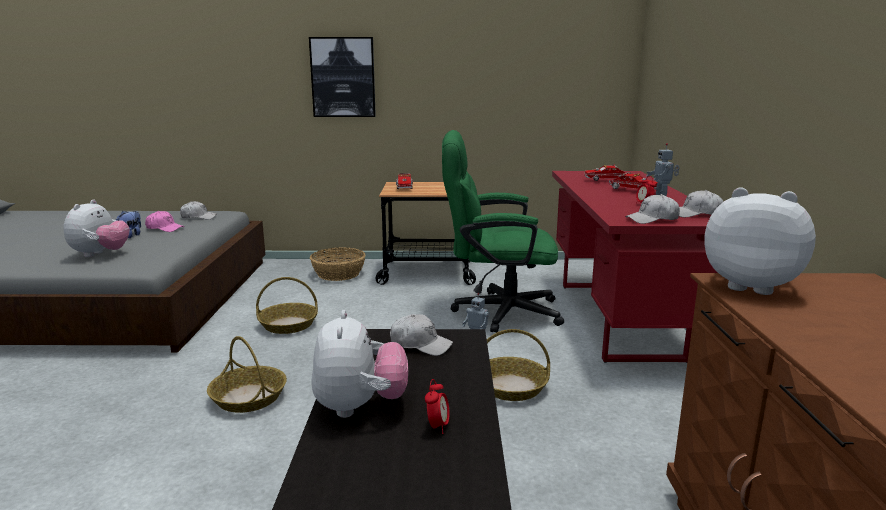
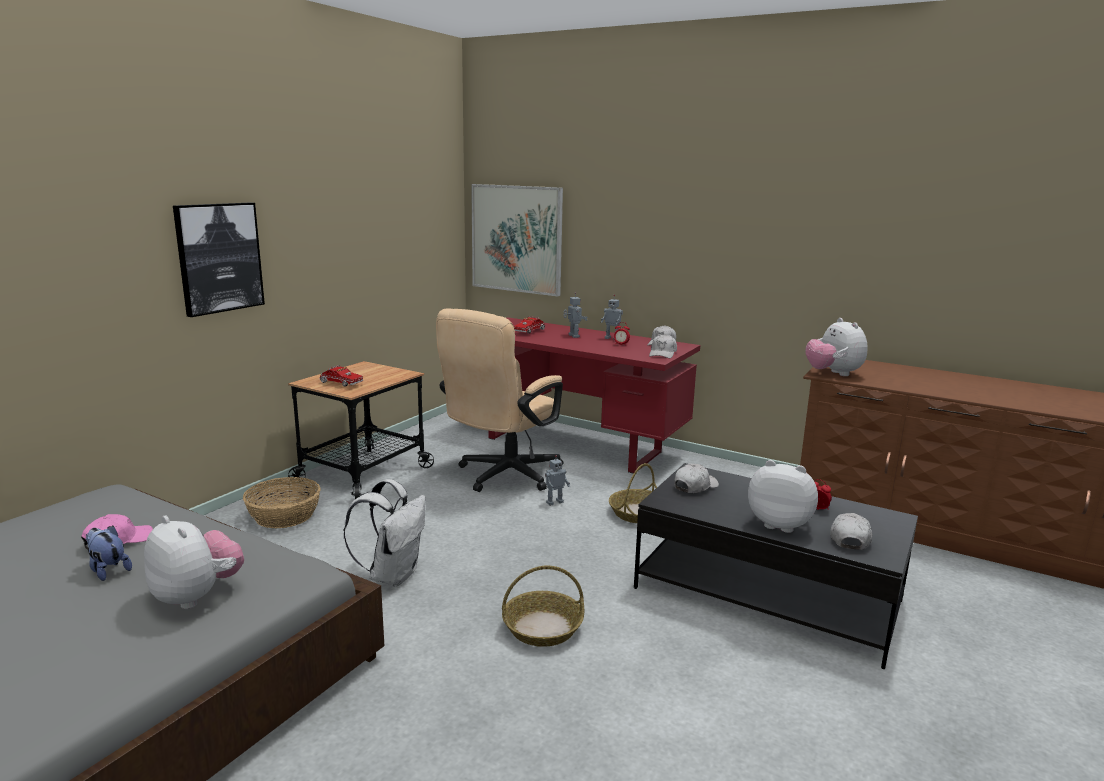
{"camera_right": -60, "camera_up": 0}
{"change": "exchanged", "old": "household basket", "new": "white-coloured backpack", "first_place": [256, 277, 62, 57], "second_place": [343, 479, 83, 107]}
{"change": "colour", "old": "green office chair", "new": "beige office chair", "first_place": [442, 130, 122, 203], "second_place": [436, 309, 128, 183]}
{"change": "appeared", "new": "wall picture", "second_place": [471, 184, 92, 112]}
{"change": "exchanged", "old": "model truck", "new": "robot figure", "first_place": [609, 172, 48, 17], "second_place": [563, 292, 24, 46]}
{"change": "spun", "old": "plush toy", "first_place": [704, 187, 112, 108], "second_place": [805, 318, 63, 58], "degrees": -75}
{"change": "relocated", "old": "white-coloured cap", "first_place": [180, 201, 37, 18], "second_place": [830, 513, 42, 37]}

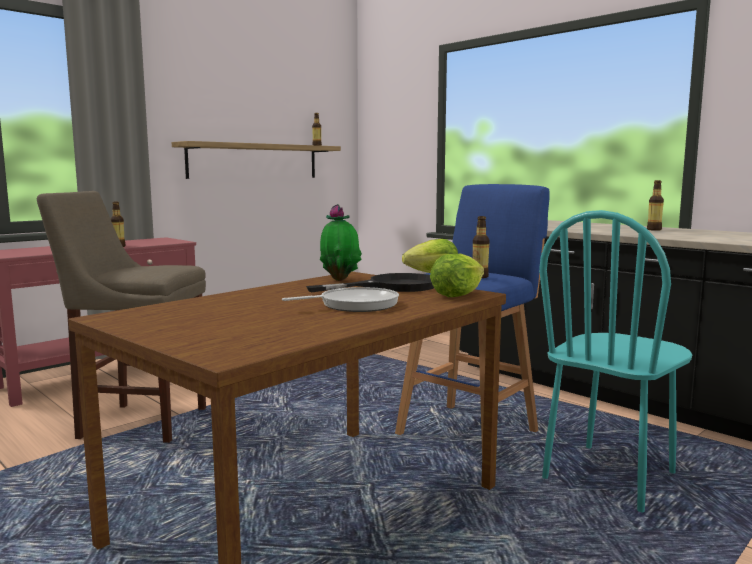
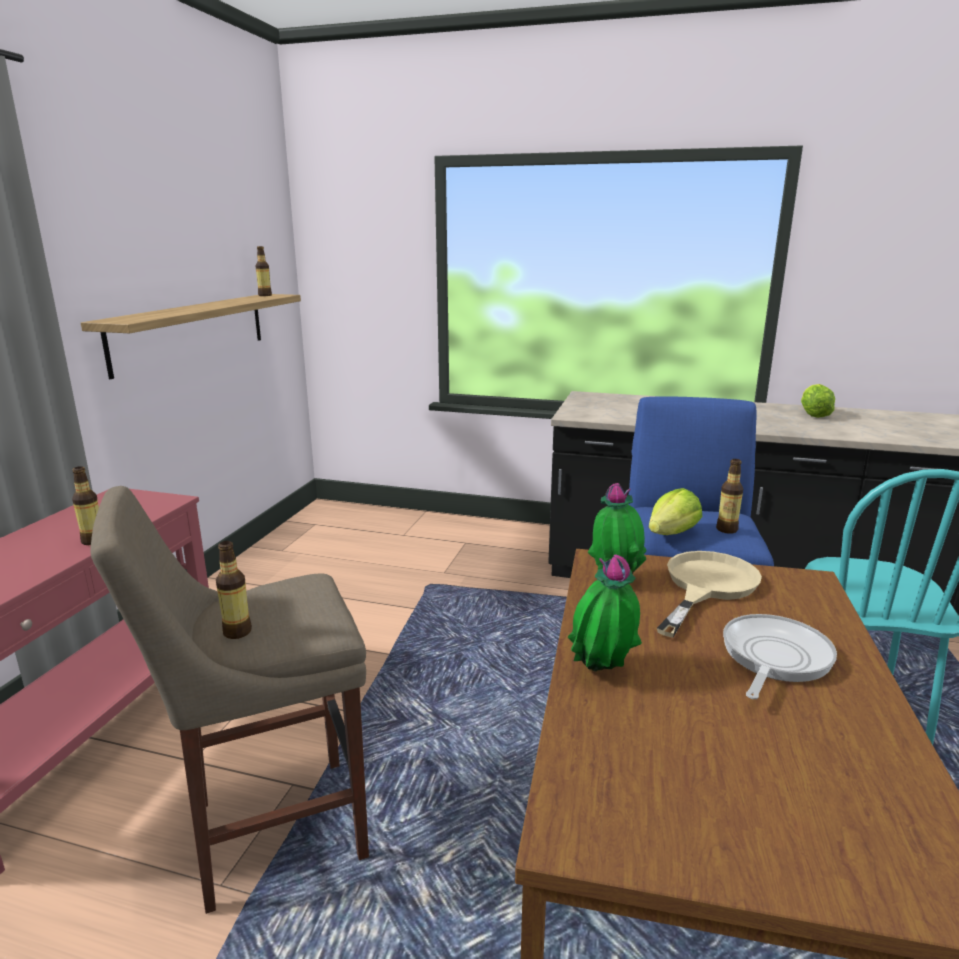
{"camera_right": -30, "camera_up": 10}
{"change": "relocated", "old": "beverage bottle", "first_place": [647, 180, 17, 51], "second_place": [216, 541, 36, 98]}
{"change": "appeared", "new": "houseplant", "second_place": [568, 555, 74, 116]}
{"change": "colour", "old": "black pan", "new": "beige pan", "first_place": [306, 273, 128, 19], "second_place": [657, 551, 105, 87]}
{"change": "relocated", "old": "lettuce", "first_place": [430, 254, 54, 43], "second_place": [801, 384, 34, 34]}

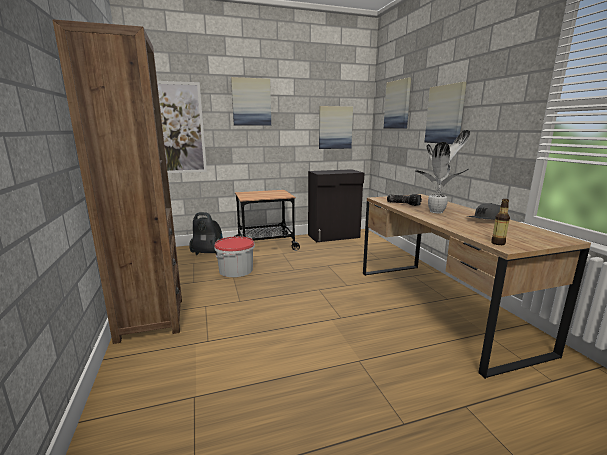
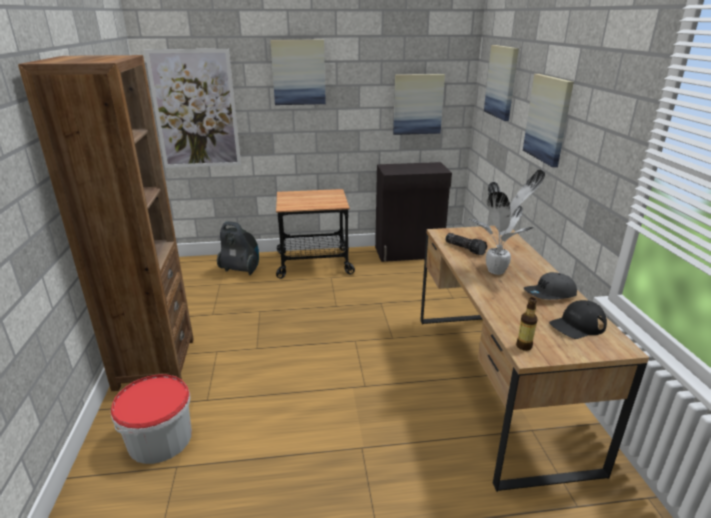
{"camera_right": 10, "camera_up": 10}
{"change": "relocated", "old": "pail", "first_place": [214, 236, 41, 41], "second_place": [111, 374, 81, 90]}
{"change": "appeared", "new": "black cap", "second_place": [549, 300, 58, 39]}

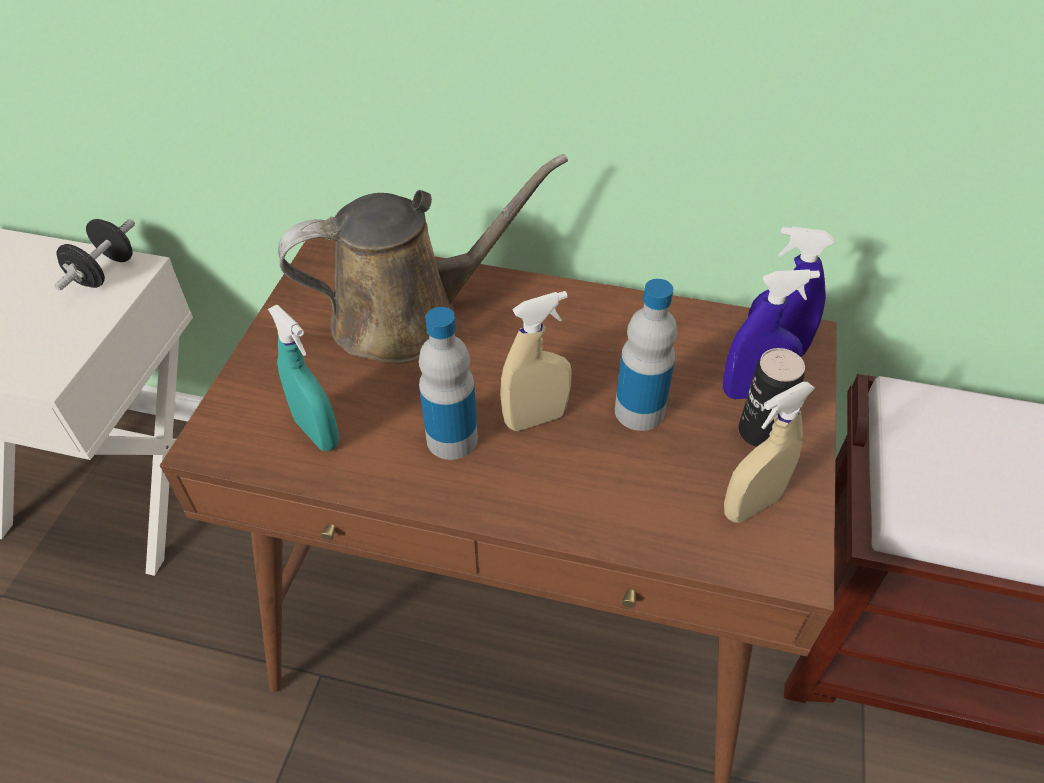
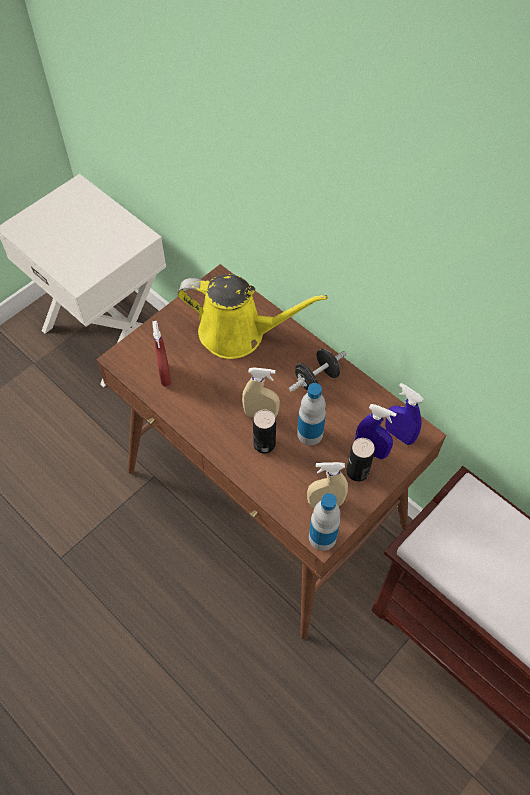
{"camera_right": 30, "camera_up": 10}
{"change": "colour", "old": "turquoise-coloured hand sprayer", "new": "red hand sprayer", "first_place": [268, 305, 71, 146], "second_place": [152, 321, 19, 66]}
{"change": "colour", "old": "brown-coloured watering can", "new": "yellow watering can", "first_place": [278, 154, 290, 210], "second_place": [178, 274, 150, 85]}
{"change": "appeared", "new": "sealed can", "second_place": [253, 409, 23, 45]}
{"change": "relocated", "old": "black hand weight", "first_place": [54, 219, 81, 72], "second_place": [289, 349, 58, 43]}
{"change": "relocated", "old": "beverage bottle", "first_place": [419, 307, 59, 153], "second_place": [309, 493, 31, 58]}

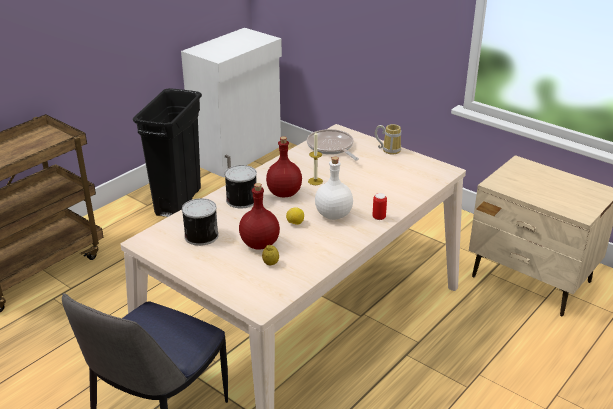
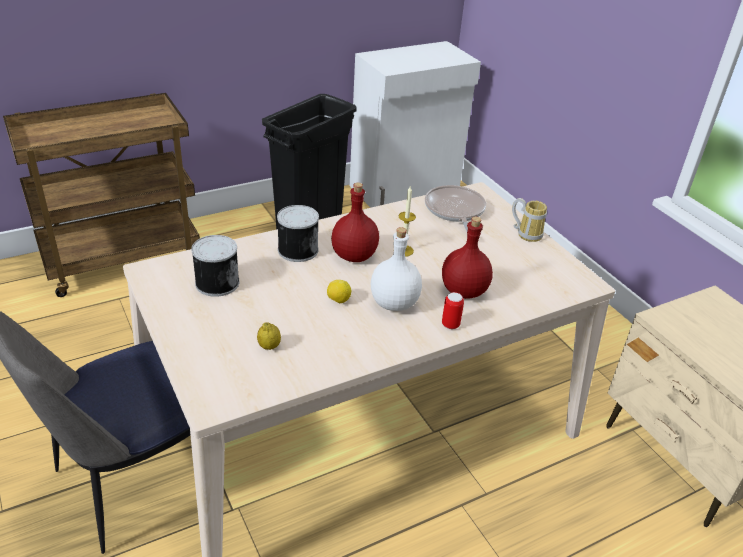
{"camera_right": 20, "camera_up": 5}
{"change": "relocated", "old": "red beverage bottle", "first_place": [239, 183, 41, 67], "second_place": [442, 217, 51, 82]}

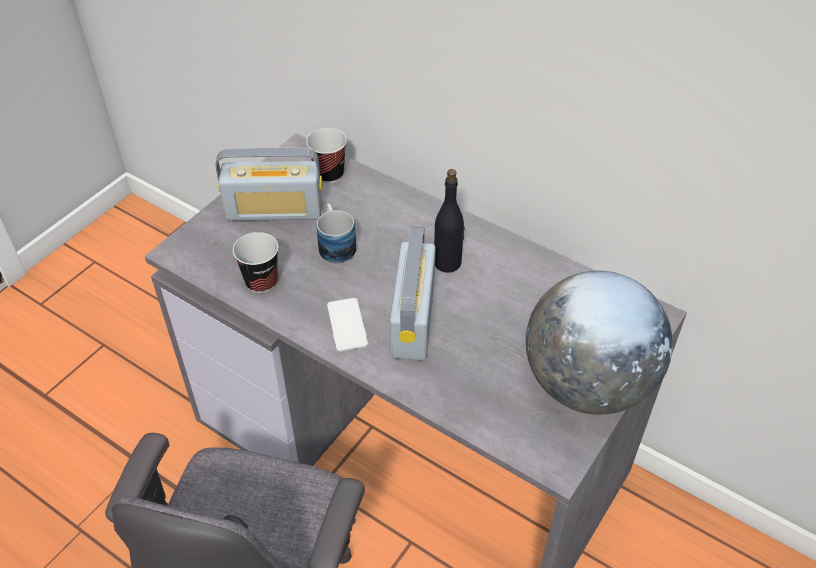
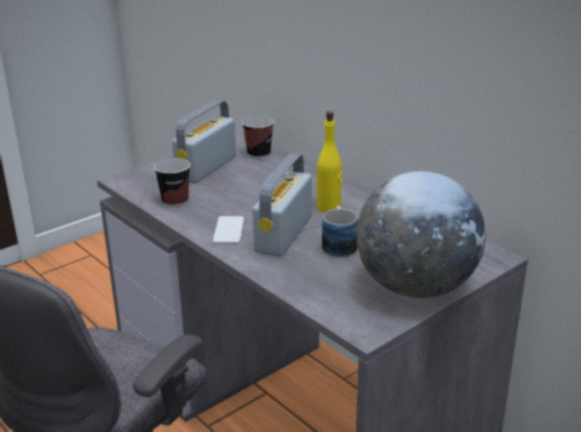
{"camera_right": 15, "camera_up": -20}
{"change": "spun", "old": "radio receiver", "first_place": [216, 147, 106, 74], "second_place": [172, 100, 64, 83], "degrees": 105}
{"change": "colour", "old": "black beverage bottle", "new": "yellow beverage bottle", "first_place": [434, 169, 31, 104], "second_place": [317, 111, 25, 102]}
{"change": "relocated", "old": "tea mug", "first_place": [317, 203, 39, 60], "second_place": [322, 205, 36, 52]}

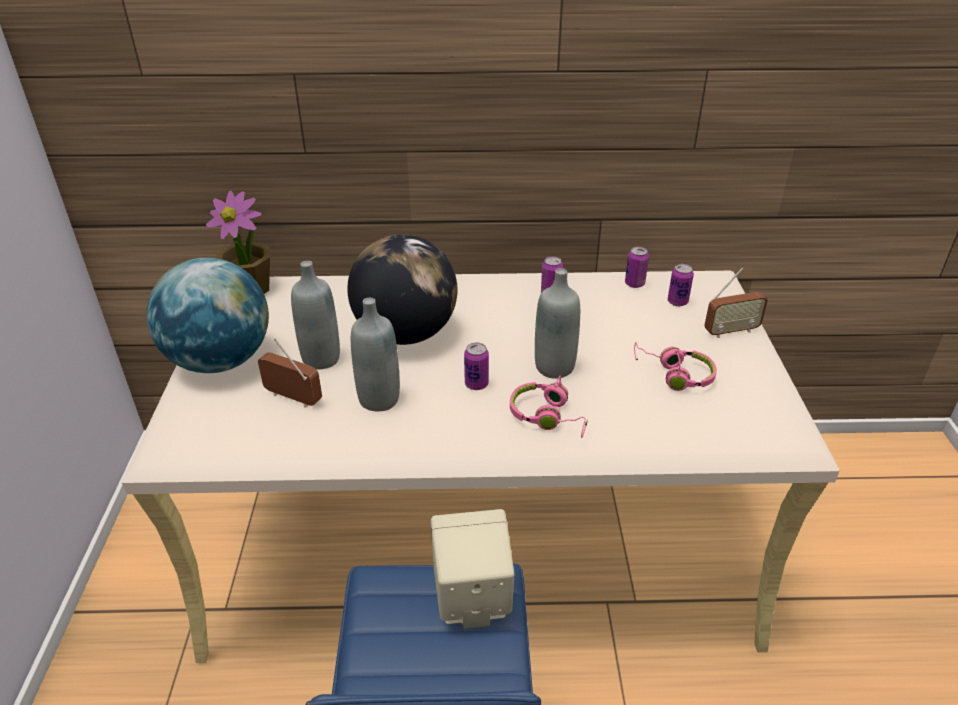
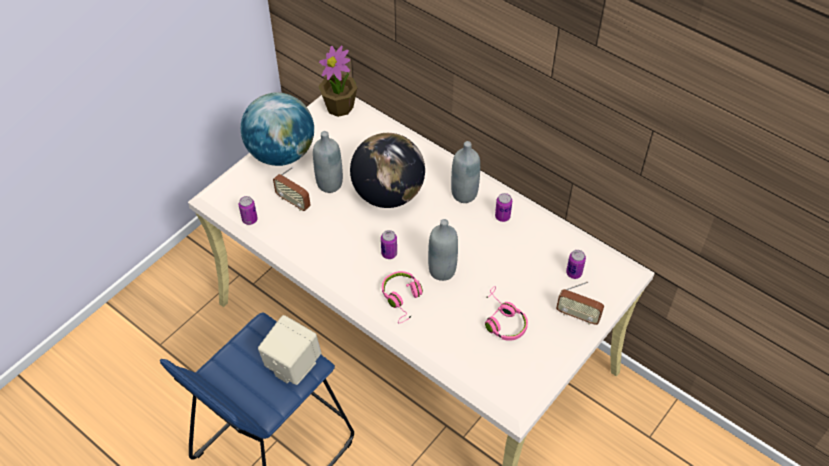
{"camera_right": 40, "camera_up": 15}
{"change": "relocated", "old": "sealed can", "first_place": [625, 247, 24, 41], "second_place": [239, 196, 18, 29]}
{"change": "spun", "old": "radio receiver", "first_place": [258, 338, 64, 69], "second_place": [273, 167, 38, 44], "degrees": 150}
{"change": "relocated", "old": "gray beverage bottle", "first_place": [351, 298, 49, 113], "second_place": [451, 141, 29, 62]}

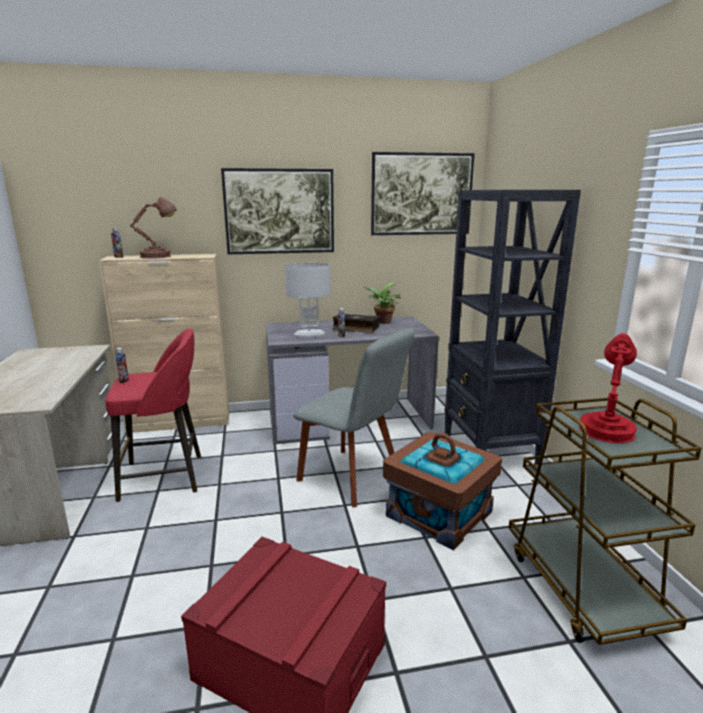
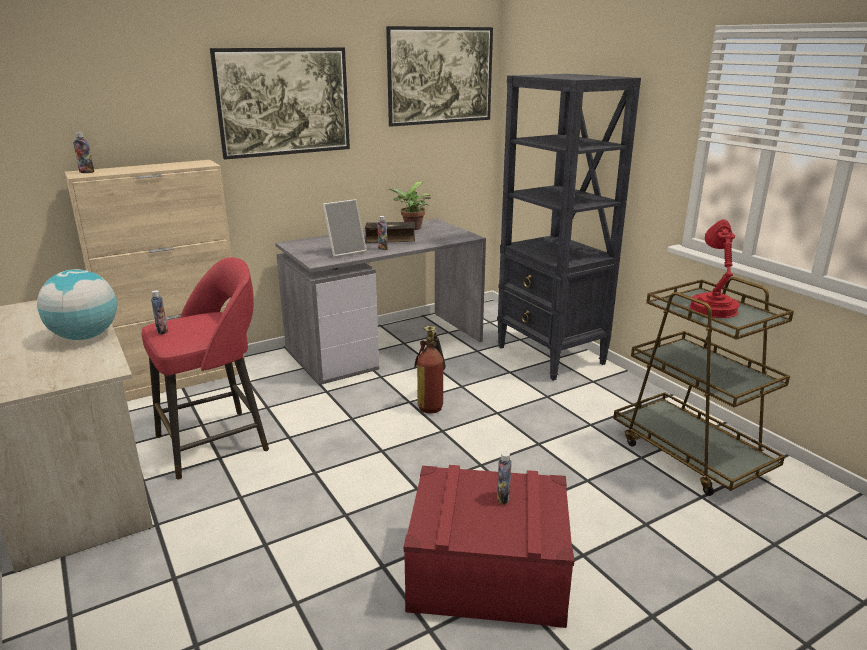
{"camera_right": -20, "camera_up": 5}
{"change": "appeared", "new": "globe", "second_place": [37, 269, 80, 71]}
{"change": "exchanged", "old": "white-coloured lamp for a table", "new": "standing frame", "first_place": [285, 263, 45, 75], "second_place": [323, 199, 44, 58]}
{"change": "exchanged", "old": "gray plain chair", "new": "fire extinguisher", "first_place": [293, 328, 122, 180], "second_place": [414, 326, 32, 88]}
{"change": "appeared", "new": "beverage bottle", "second_place": [497, 452, 15, 52]}
{"change": "missing", "old": "brown-coloured lamp for a table", "first_place": [130, 197, 47, 62]}
{"change": "missing", "old": "brown-coloured storage bin", "first_place": [383, 432, 119, 118]}

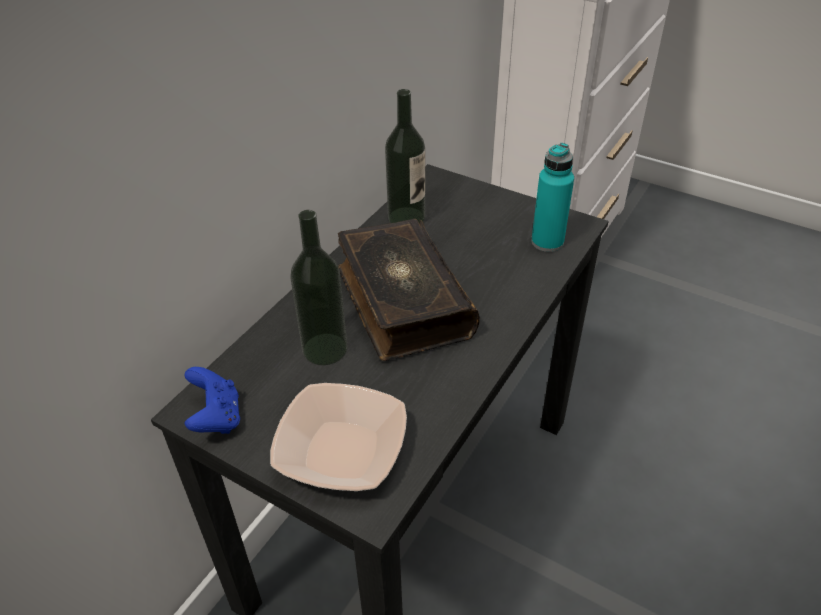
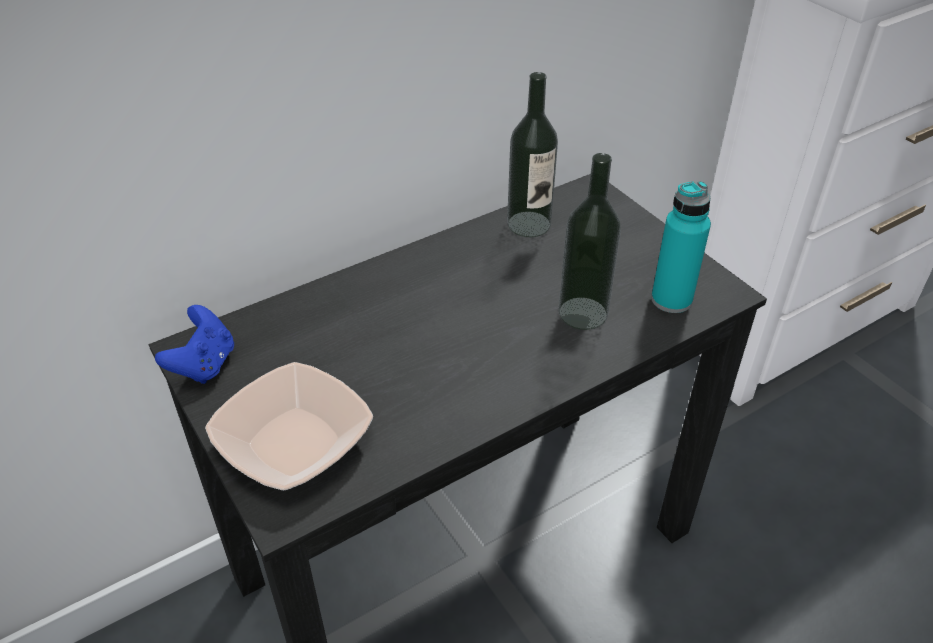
{"camera_right": 25, "camera_up": 0}
{"change": "relocated", "old": "beverage bottle", "first_place": [291, 210, 57, 155], "second_place": [558, 153, 63, 177]}
{"change": "missing", "old": "book", "first_place": [338, 219, 142, 142]}

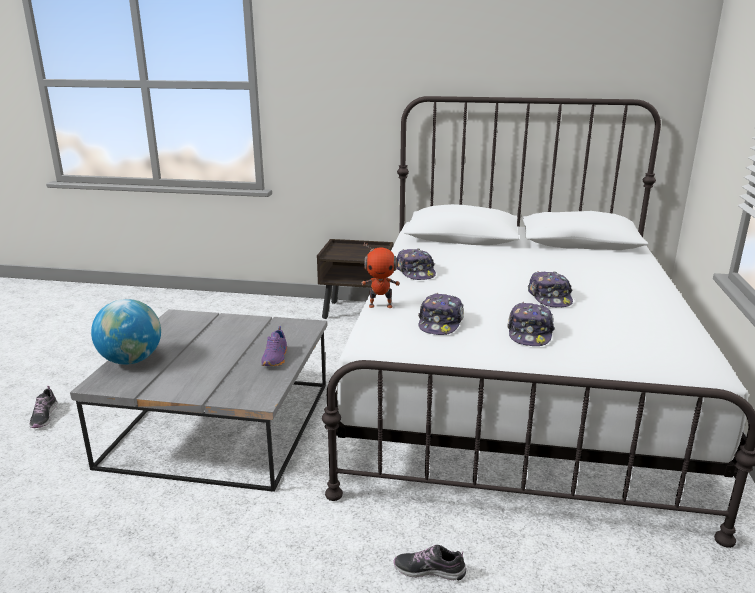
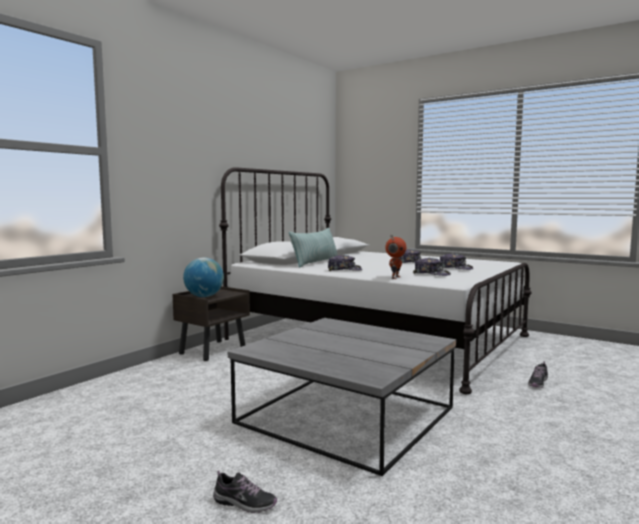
{"camera_right": -65, "camera_up": -15}
{"change": "relocated", "old": "globe", "first_place": [91, 299, 70, 66], "second_place": [183, 257, 41, 40]}
{"change": "appeared", "new": "pillow", "second_place": [289, 228, 48, 40]}
{"change": "missing", "old": "purplish shoe", "first_place": [261, 326, 26, 40]}

